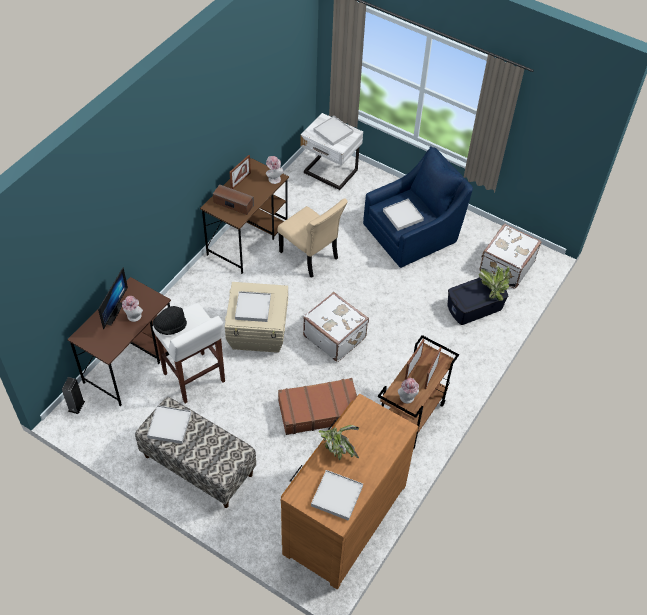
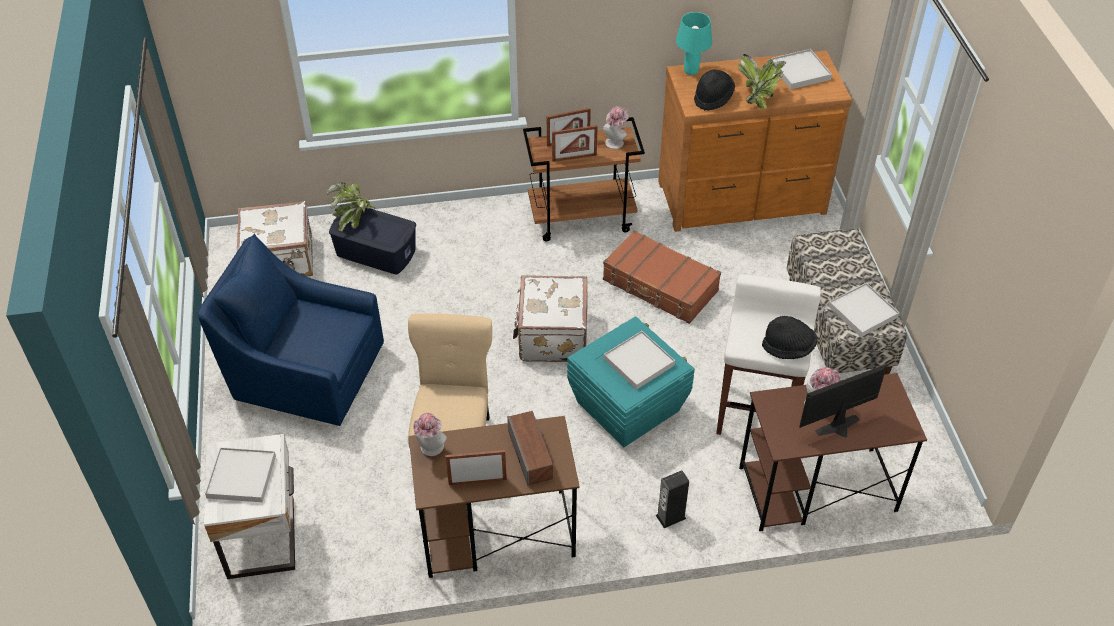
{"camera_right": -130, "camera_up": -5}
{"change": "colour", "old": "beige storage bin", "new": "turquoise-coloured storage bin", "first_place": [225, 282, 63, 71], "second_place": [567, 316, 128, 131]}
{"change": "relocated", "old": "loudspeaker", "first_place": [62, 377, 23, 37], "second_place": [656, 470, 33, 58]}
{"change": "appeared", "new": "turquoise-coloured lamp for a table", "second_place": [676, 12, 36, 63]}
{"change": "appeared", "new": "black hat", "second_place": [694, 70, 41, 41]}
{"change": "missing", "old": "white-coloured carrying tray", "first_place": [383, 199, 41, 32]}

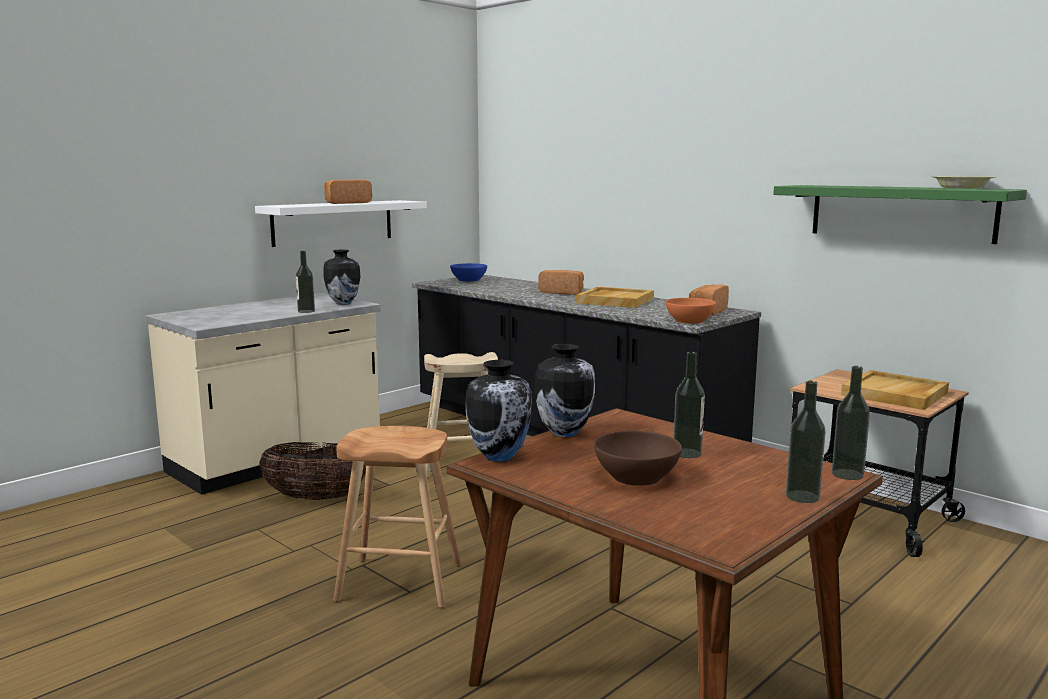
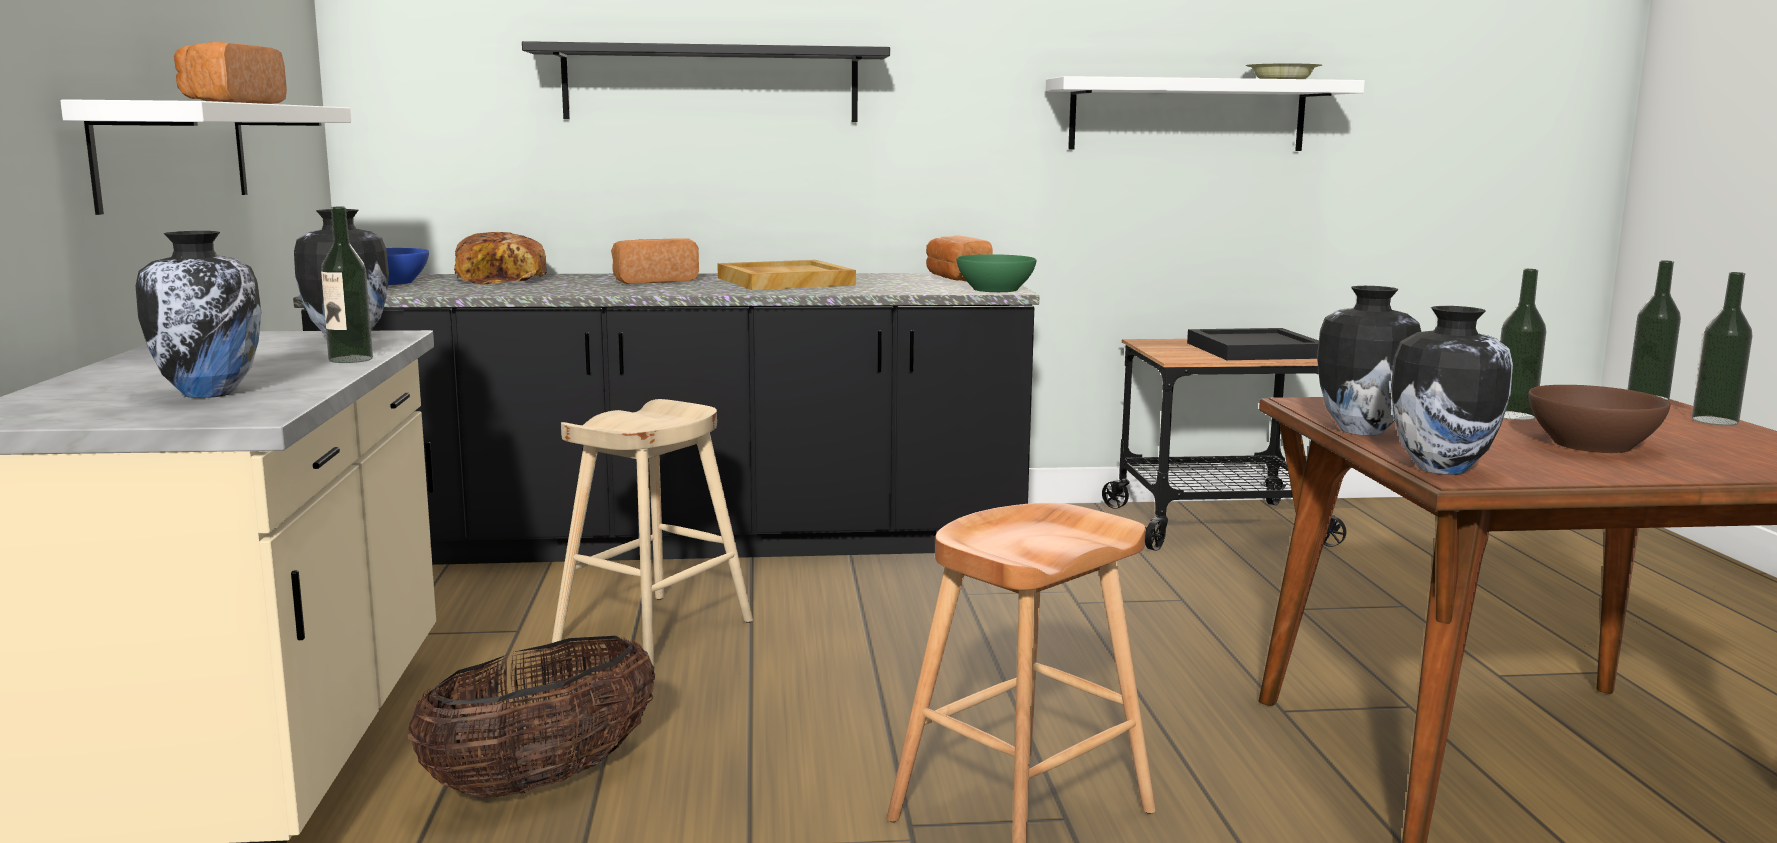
{"camera_right": -50, "camera_up": 0}
{"change": "appeared", "new": "vase", "second_place": [136, 231, 125, 167]}
{"change": "appeared", "new": "baked bread", "second_place": [454, 232, 93, 53]}
{"change": "appeared", "new": "black bracket shelf", "second_place": [522, 41, 368, 81]}
{"change": "colour", "old": "orange-coloured serving bowl", "new": "green serving bowl", "first_place": [665, 298, 51, 26], "second_place": [956, 254, 80, 38]}
{"change": "colour", "old": "green bracket shelf", "new": "white-coloured bracket shelf", "first_place": [773, 185, 254, 59], "second_place": [1046, 76, 319, 75]}
{"change": "colour", "old": "beige carrying tray", "new": "black carrying tray", "first_place": [841, 370, 108, 40], "second_place": [1187, 328, 132, 32]}

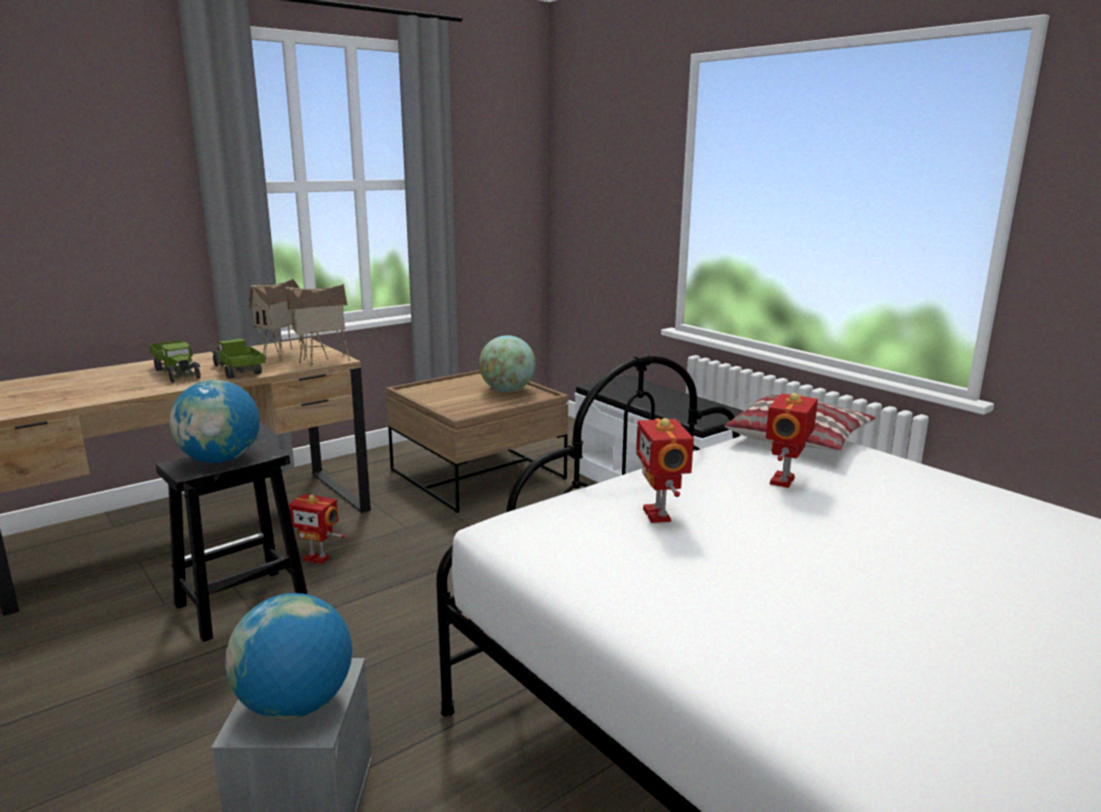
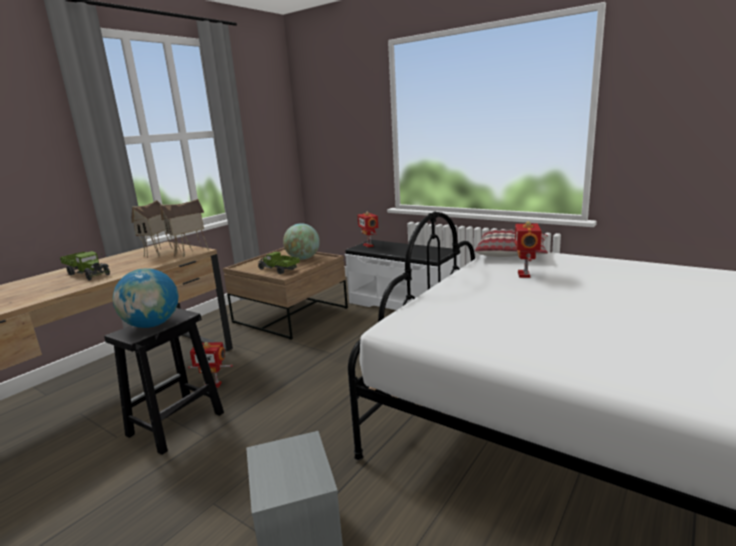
{"camera_right": -15, "camera_up": 0}
{"change": "relocated", "old": "model truck", "first_place": [212, 339, 53, 40], "second_place": [258, 252, 42, 22]}
{"change": "relocated", "old": "robot figure", "first_place": [636, 418, 58, 105], "second_place": [358, 212, 20, 35]}
{"change": "missing", "old": "globe", "first_place": [225, 593, 127, 126]}

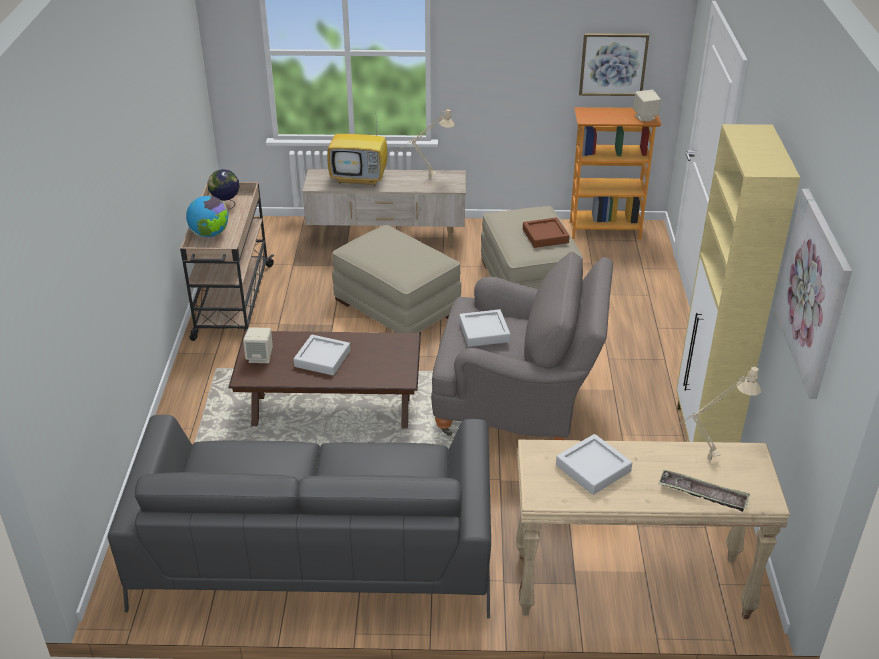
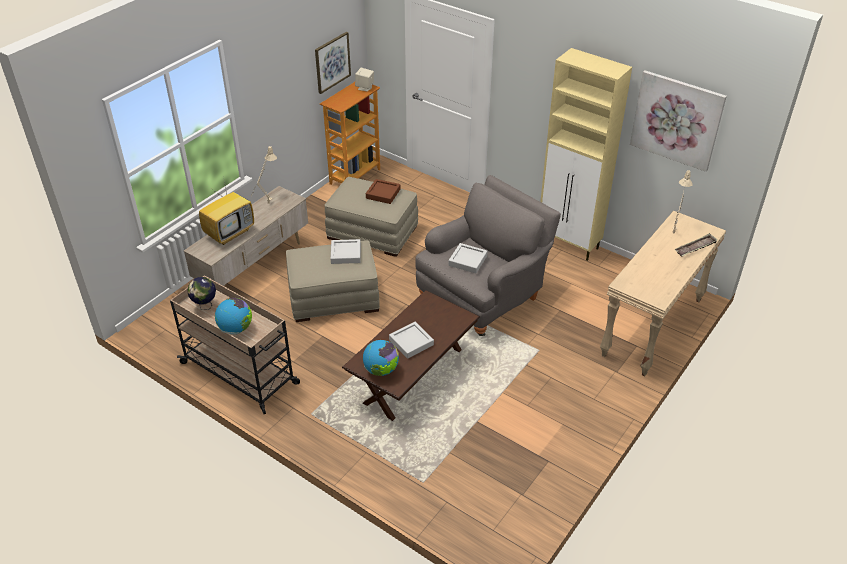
{"camera_right": -55, "camera_up": 5}
{"change": "relocated", "old": "gray carrying tray", "first_place": [556, 434, 76, 61], "second_place": [331, 239, 30, 25]}
{"change": "exchanged", "old": "beige loudspeaker", "new": "globe", "first_place": [243, 327, 30, 36], "second_place": [363, 340, 36, 36]}
{"change": "missing", "old": "gray couch", "first_place": [108, 415, 383, 204]}

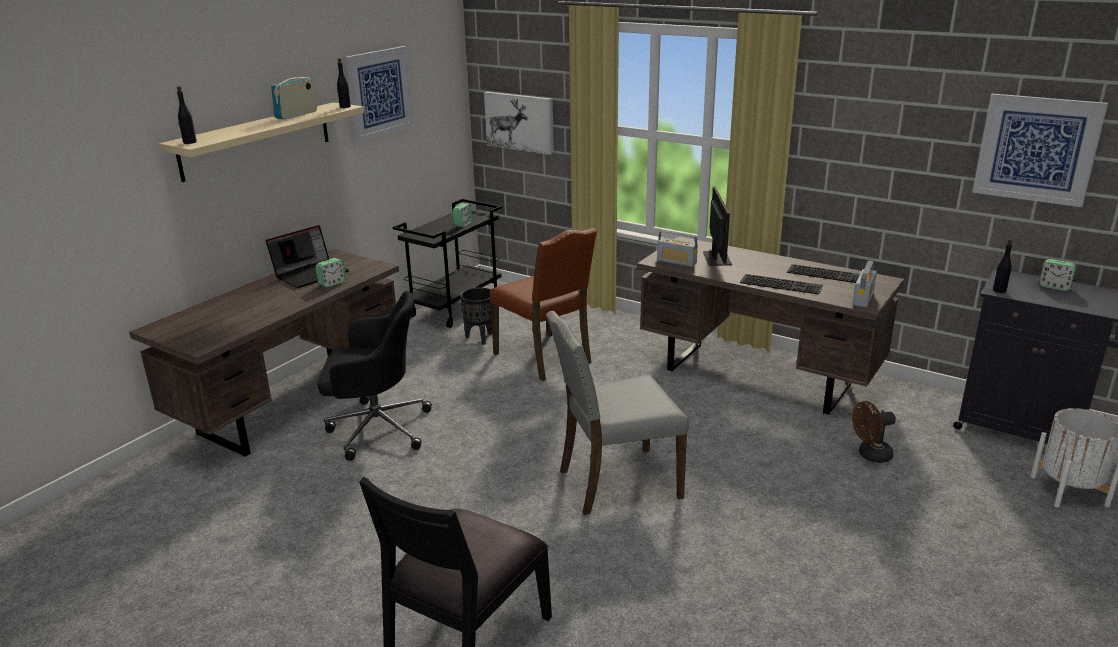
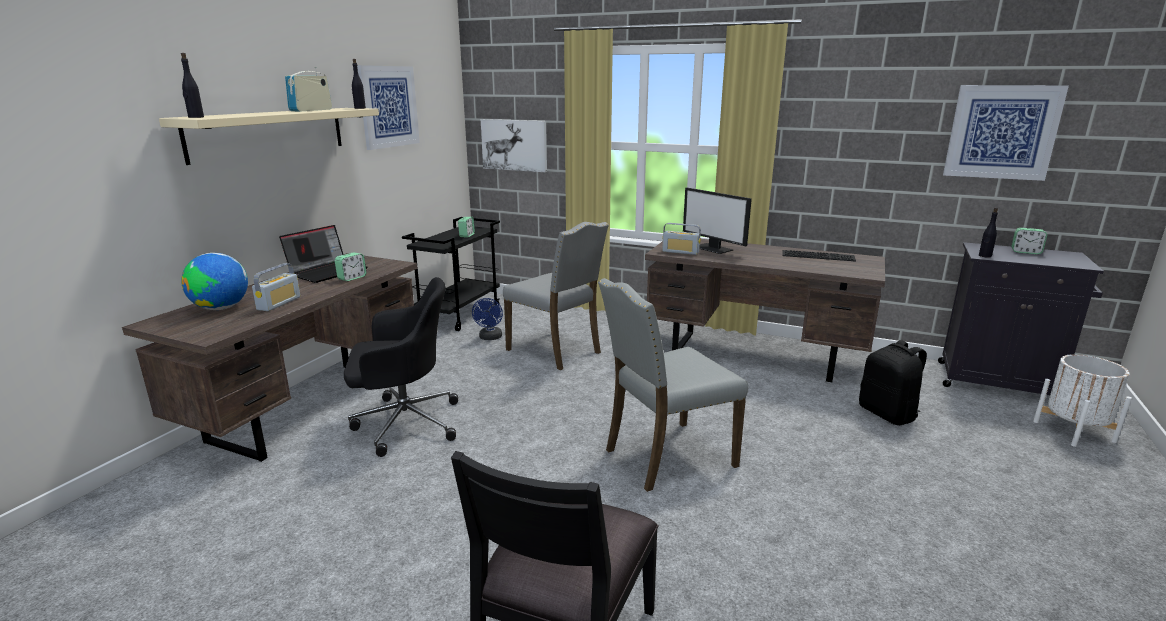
{"camera_right": -10, "camera_up": -5}
{"change": "appeared", "new": "globe", "second_place": [181, 253, 67, 57]}
{"change": "relocated", "old": "radio receiver", "first_place": [853, 261, 24, 46], "second_place": [252, 263, 48, 48]}
{"change": "exchanged", "old": "black plant pot", "new": "blue-coloured cooling fan", "first_place": [460, 288, 32, 57], "second_place": [472, 298, 31, 42]}
{"change": "colour", "old": "brown-coloured plain chair", "new": "gray plain chair", "first_place": [489, 228, 108, 153], "second_place": [503, 222, 106, 148]}
{"change": "spun", "old": "monitor", "first_place": [703, 186, 29, 80], "second_place": [683, 187, 69, 67], "degrees": 150}
{"change": "exchanged", "old": "brown-coloured cooling fan", "new": "black backpack", "first_place": [852, 401, 44, 62], "second_place": [859, 340, 68, 85]}
{"change": "missing", "old": "keyboard", "first_place": [740, 274, 83, 21]}

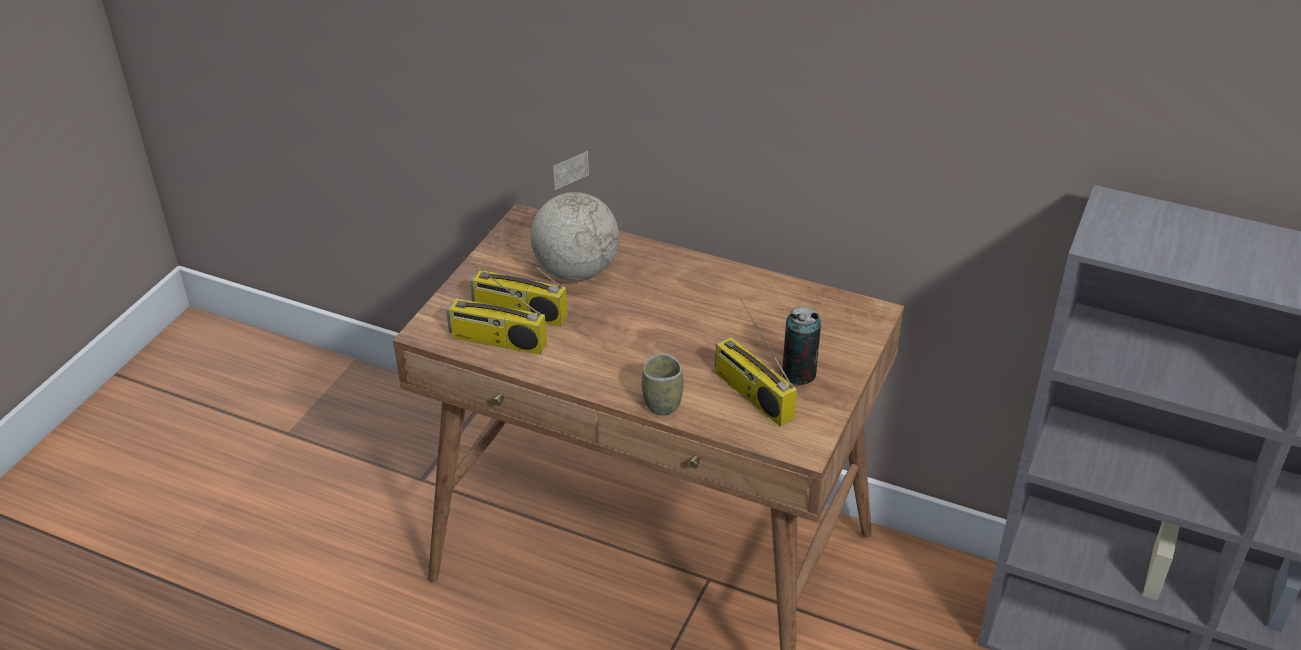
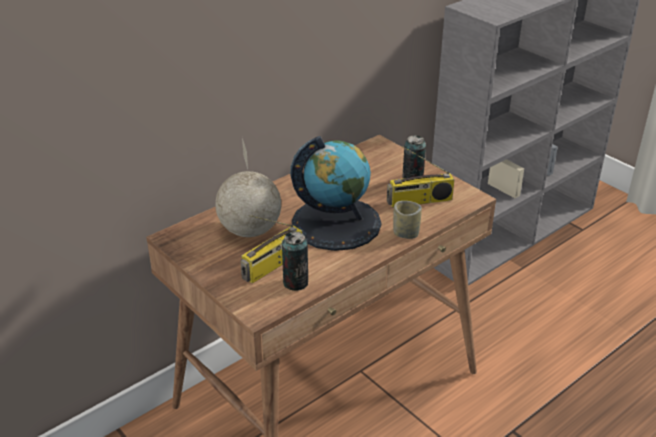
{"camera_right": -65, "camera_up": -5}
{"change": "exchanged", "old": "radio receiver", "new": "sealed can", "first_place": [446, 257, 101, 98], "second_place": [282, 231, 26, 60]}
{"change": "appeared", "new": "globe", "second_place": [291, 136, 90, 115]}

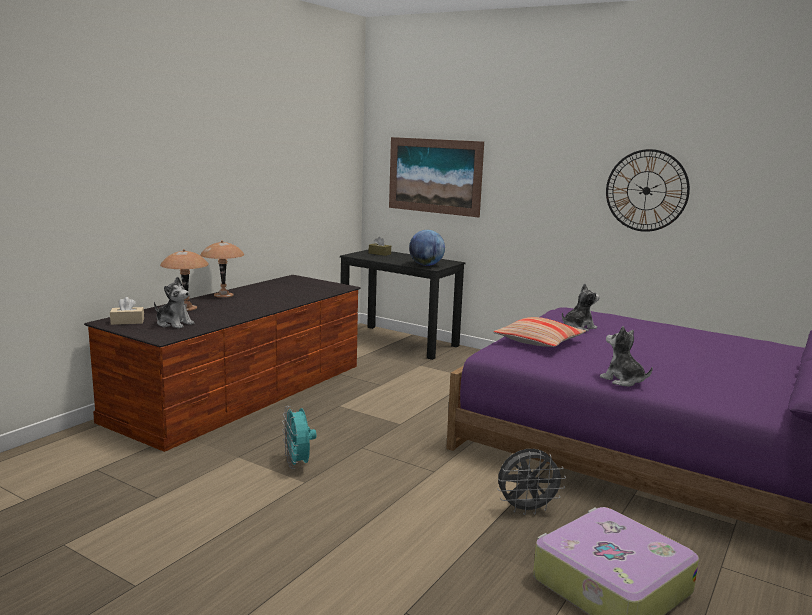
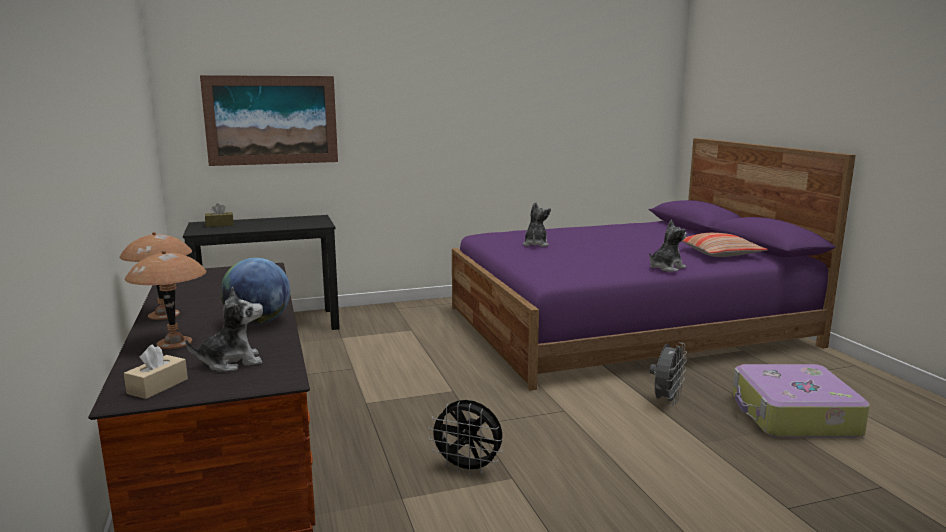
{"camera_right": -50, "camera_up": 0}
{"change": "relocated", "old": "globe", "first_place": [409, 230, 36, 36], "second_place": [220, 258, 70, 66]}
{"change": "colour", "old": "turquoise-coloured cooling fan", "new": "black cooling fan", "first_place": [282, 406, 34, 63], "second_place": [428, 400, 75, 75]}
{"change": "spun", "old": "plush toy", "first_place": [600, 326, 53, 60], "second_place": [649, 220, 38, 52], "degrees": 150}
{"change": "relocated", "old": "pillow", "first_place": [493, 317, 93, 30], "second_place": [682, 233, 86, 24]}
{"change": "missing", "old": "hanging clock", "first_place": [606, 149, 84, 83]}

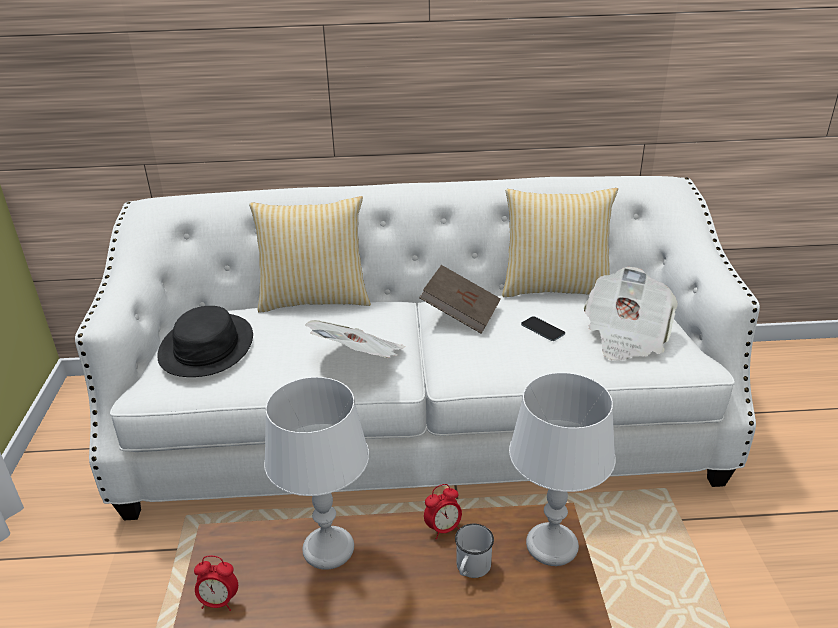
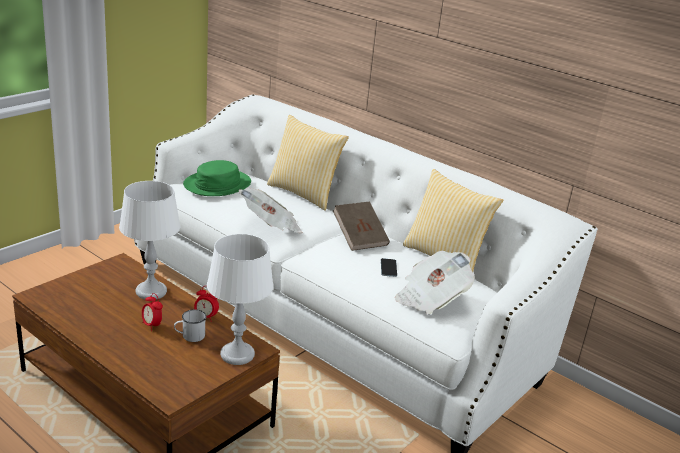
{"camera_right": 40, "camera_up": -5}
{"change": "relocated", "old": "table clock", "first_place": [194, 556, 44, 55], "second_place": [142, 293, 21, 38]}
{"change": "colour", "old": "black hat", "new": "green hat", "first_place": [157, 306, 96, 71], "second_place": [183, 160, 68, 36]}

